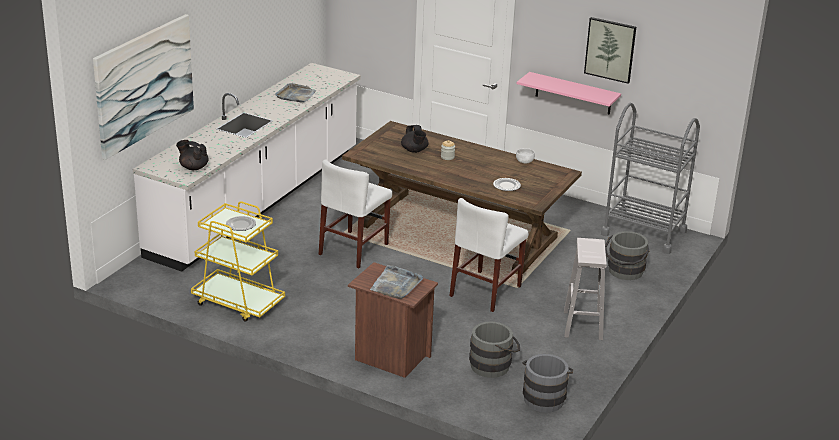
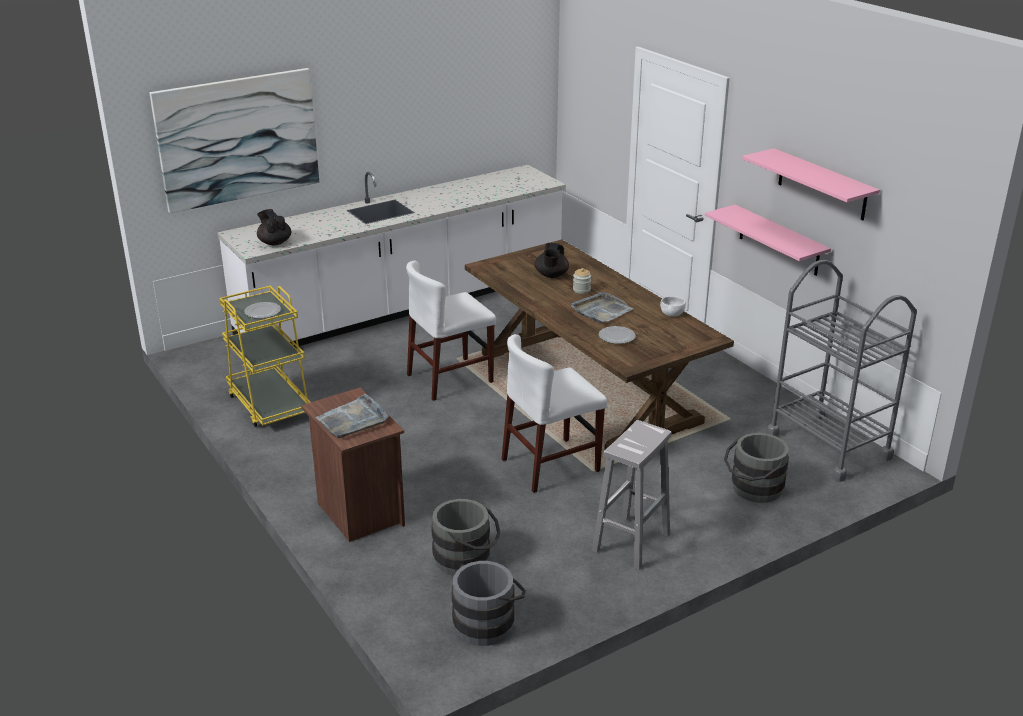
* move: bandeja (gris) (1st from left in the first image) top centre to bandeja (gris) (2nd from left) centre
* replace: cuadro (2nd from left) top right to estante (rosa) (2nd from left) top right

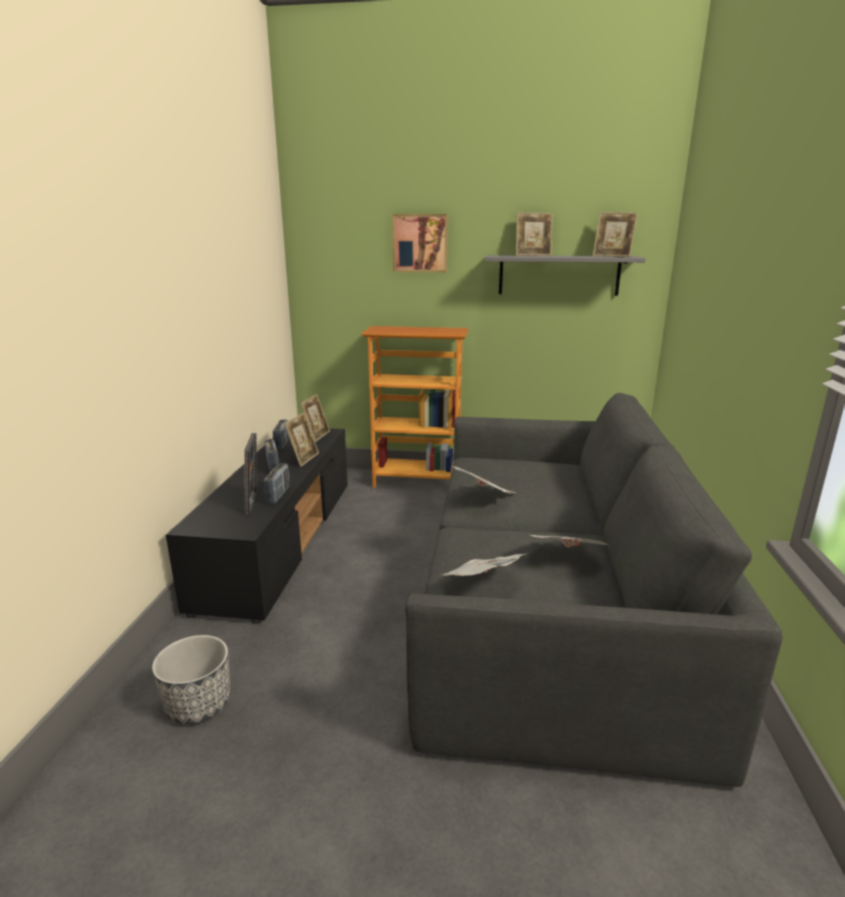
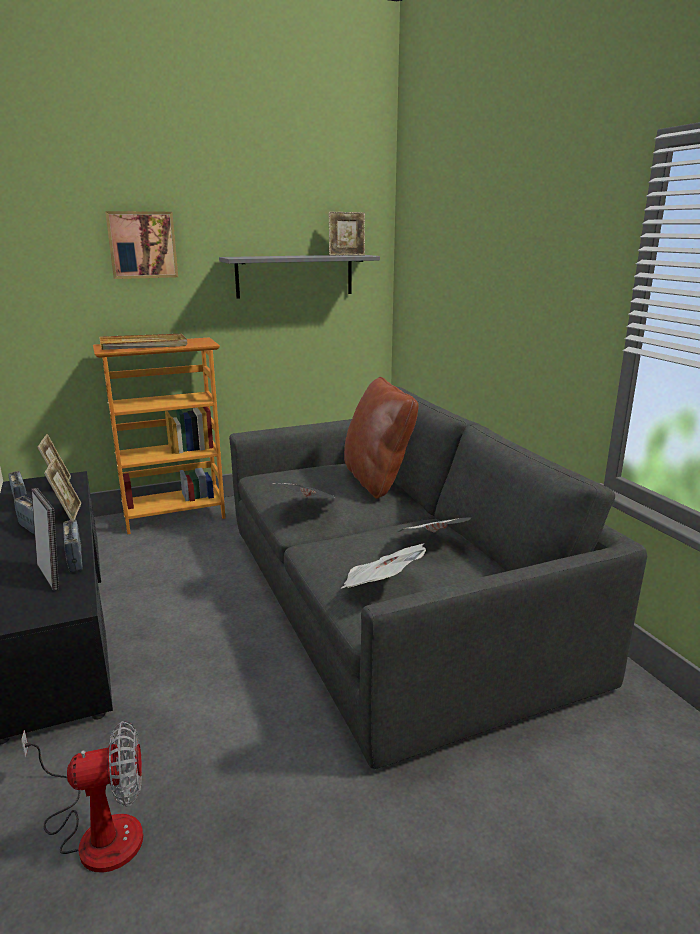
* delete: portarretratos (4th from left) top centre
* insert: bandeja (beis) middle left
* insert: cojín (marrón) centre
* replace: maceta bottom left to ventilador bottom left

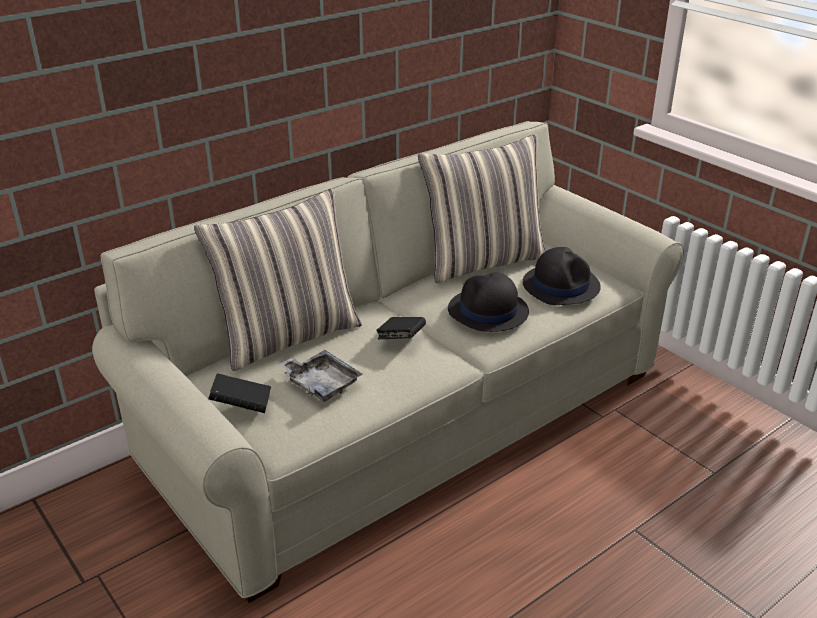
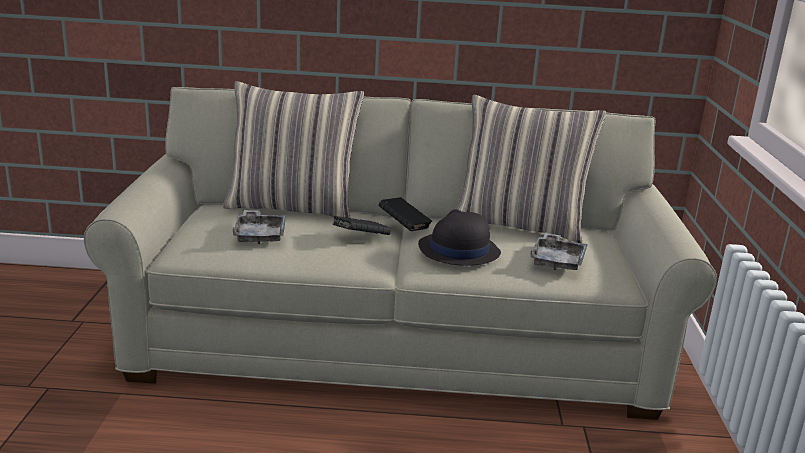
* move: libro (negro) (1st from left in the first image) middle left to libro (negro) (2nd from left) centre
* replace: sombrero (negro) (2nd from left) middle right to bandeja (gris) (2nd from left) middle right

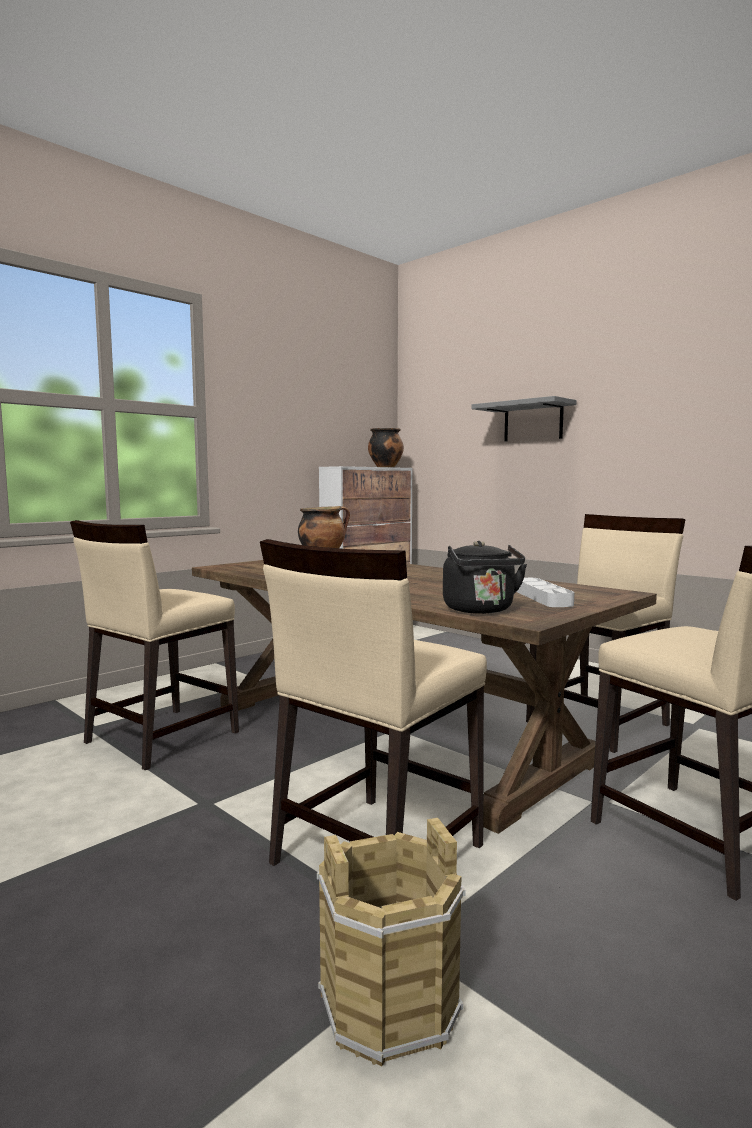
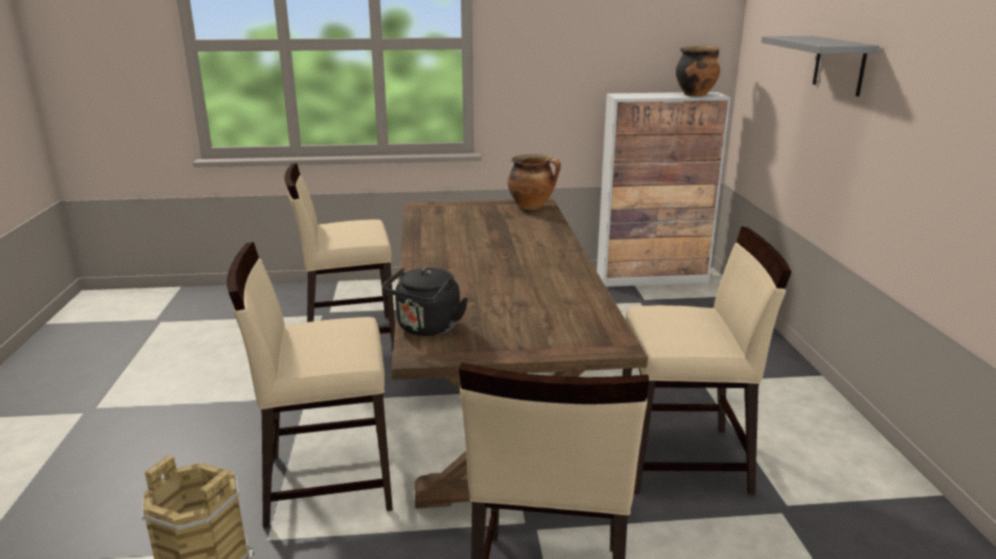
* delete: bandeja (gris) middle right

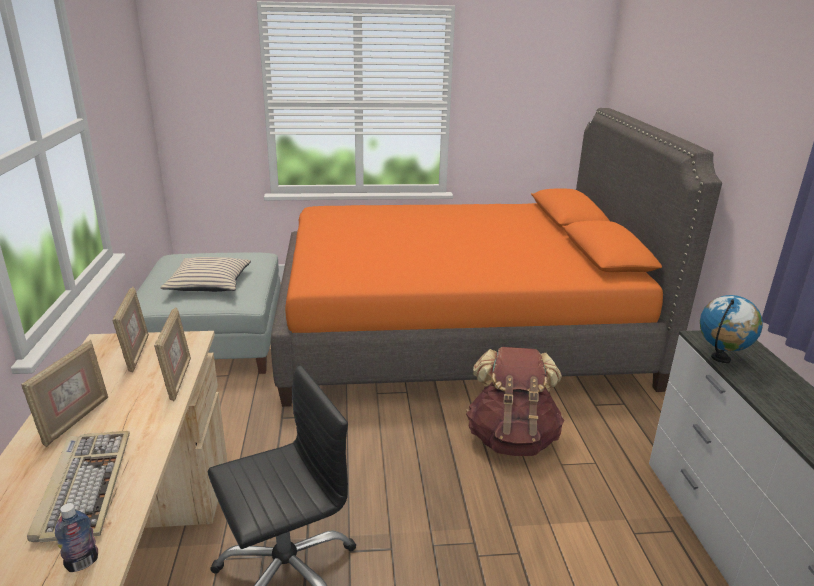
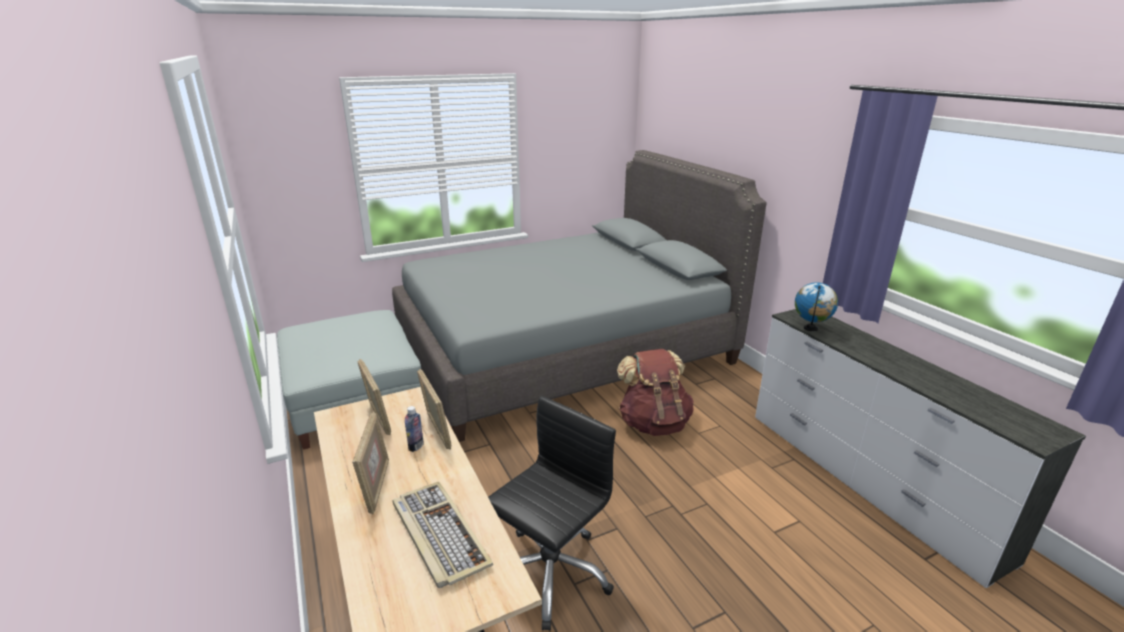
* delete: cojín (beis) middle left
* move: botella bottom left to bottom centre
* recolor: cama (naranja) centre to cama (gris) centre

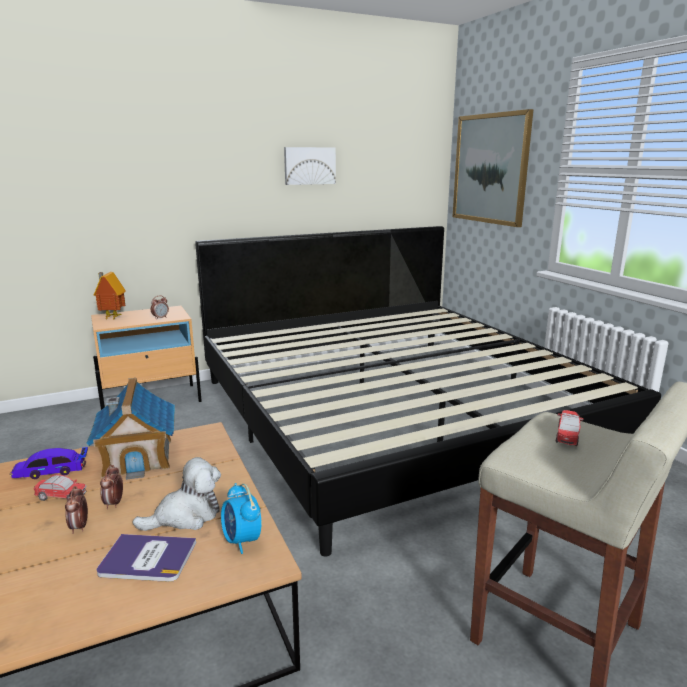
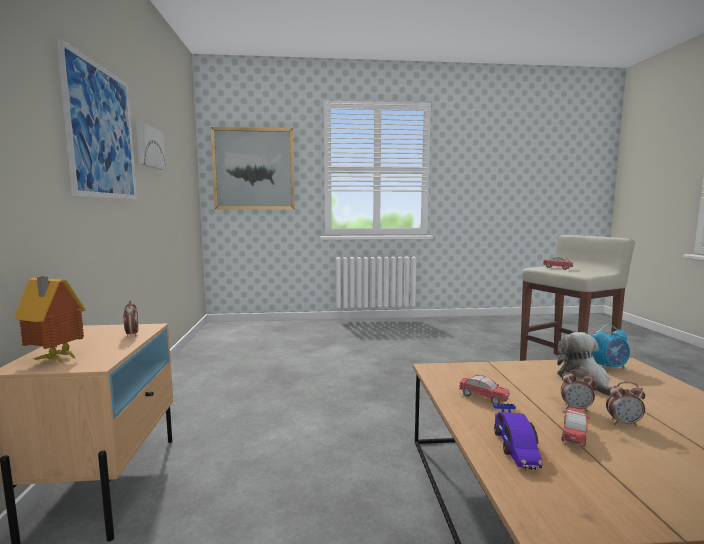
* delete: libro bottom left
* delete: cama centre
* insert: cuadro (1st from left) top left
* replace: casita (2nd from left) middle left to coche de juguete (1st from left) bottom right

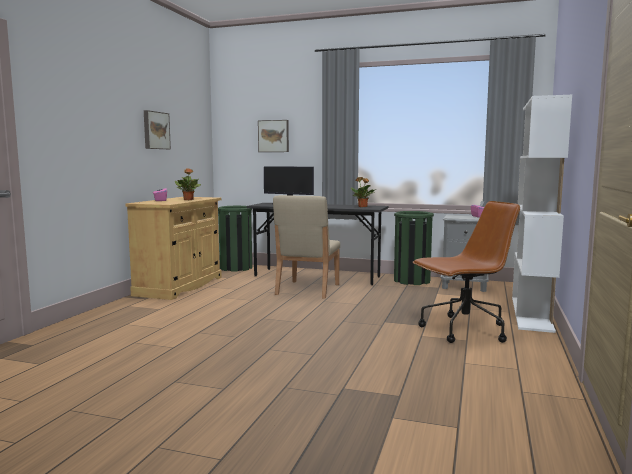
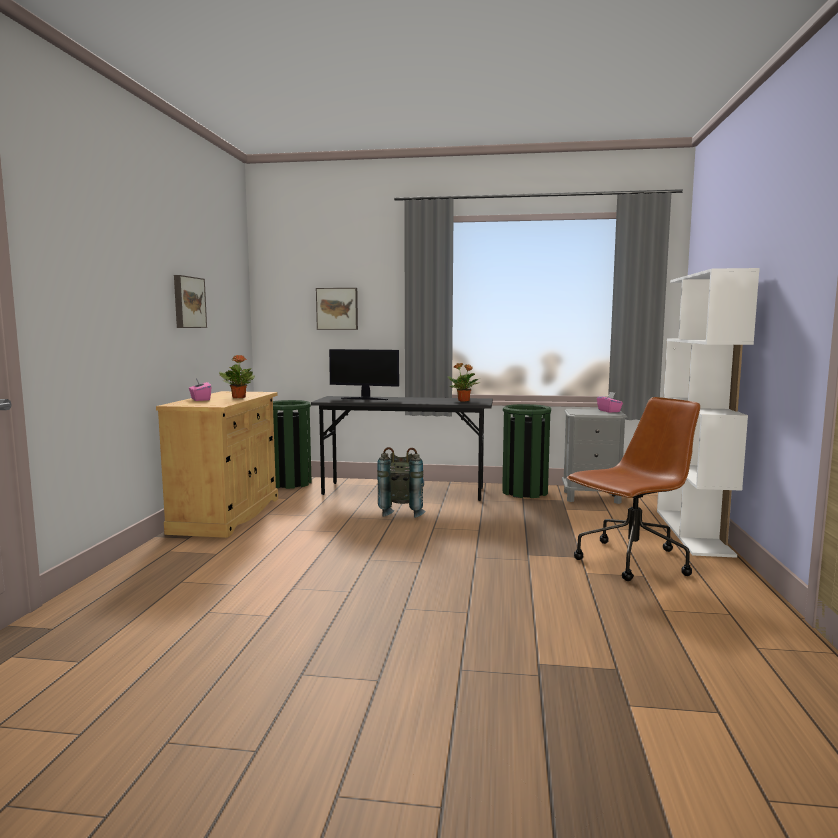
* replace: silla (beis) centre to mochila (gris) centre

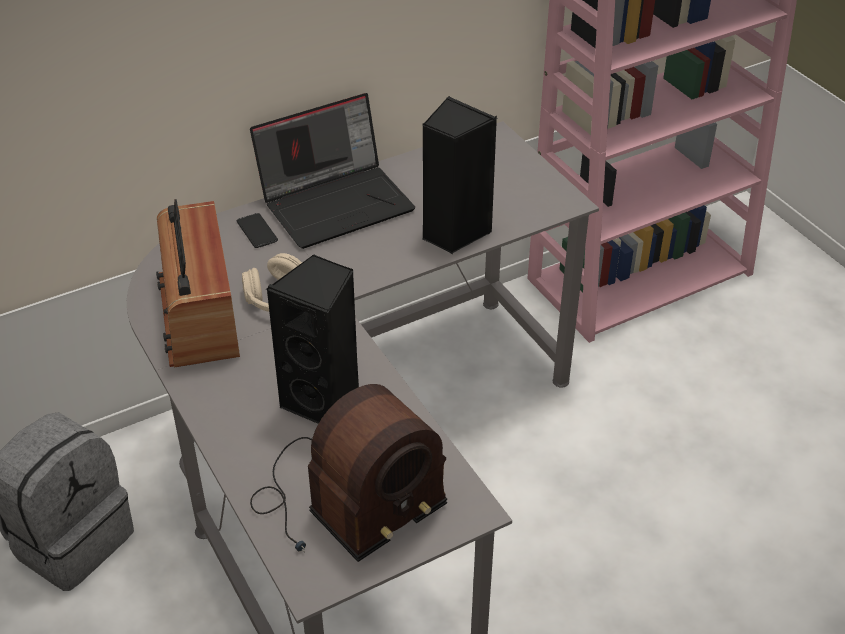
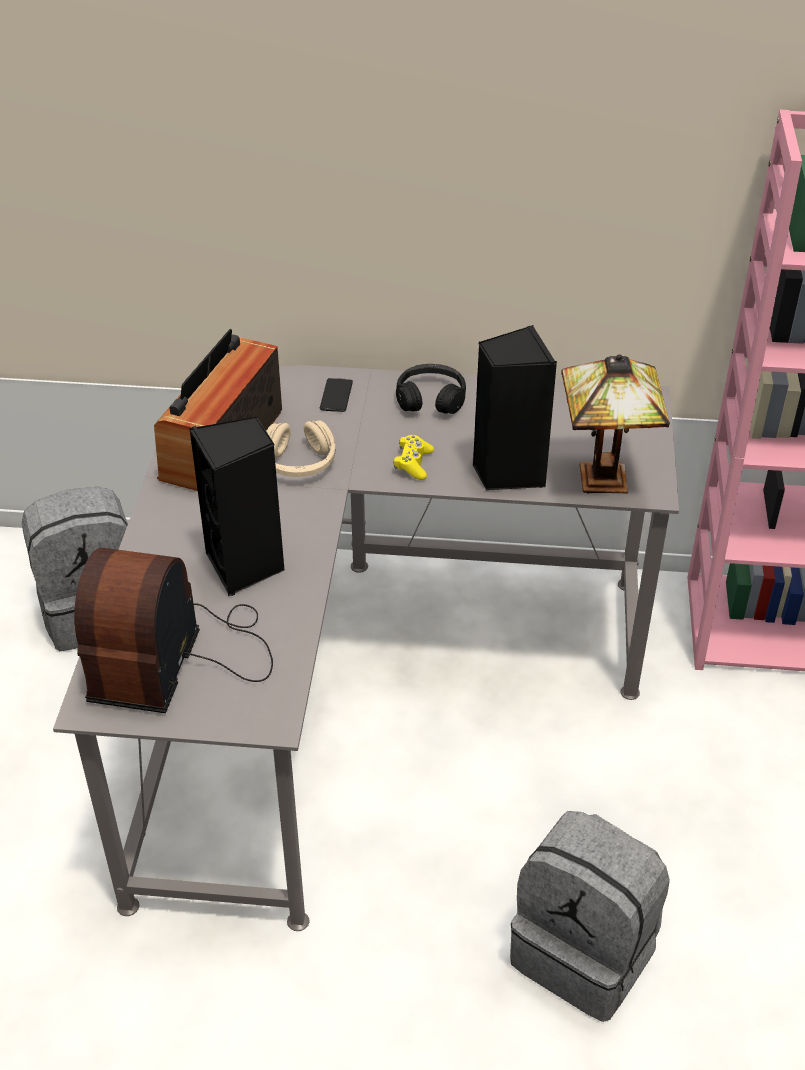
* insert: mando de consola (amarillo) centre
* insert: mochila (gris) (2nd from left) bottom right
* insert: lámpara de mesa middle right
* replace: portátil top centre to auriculares (negro) centre
* rotate: radio (2nd from left in the first image) bottom centre = middle left 105 degrees clockwise

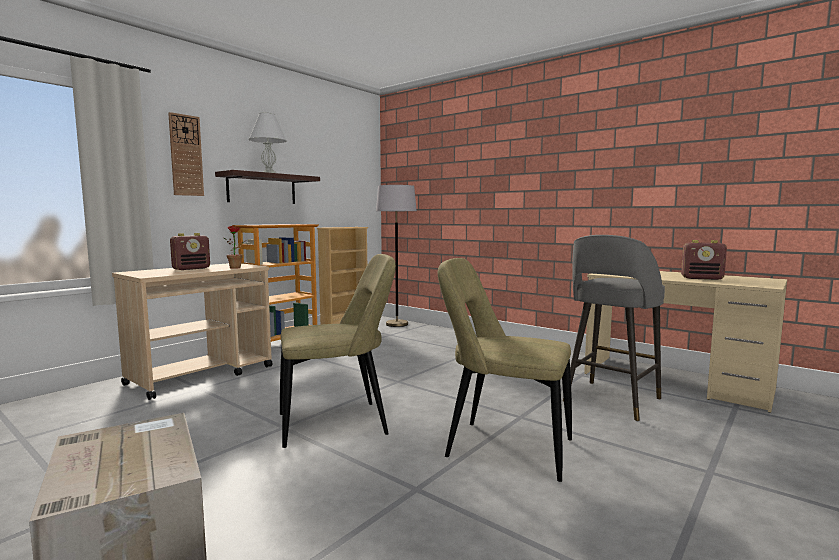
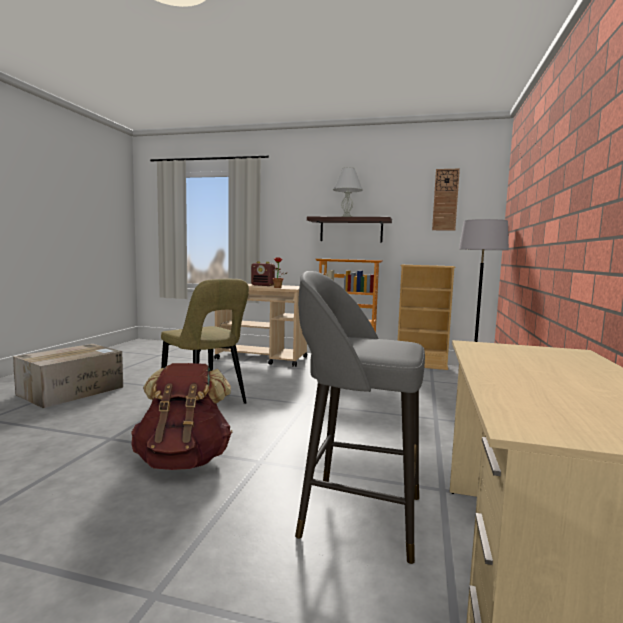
* delete: radio (2nd from left) middle right
* move: reloj de pared top left to top right
* replace: silla (beis) (2nd from left) centre to mochila (marrón) bottom left

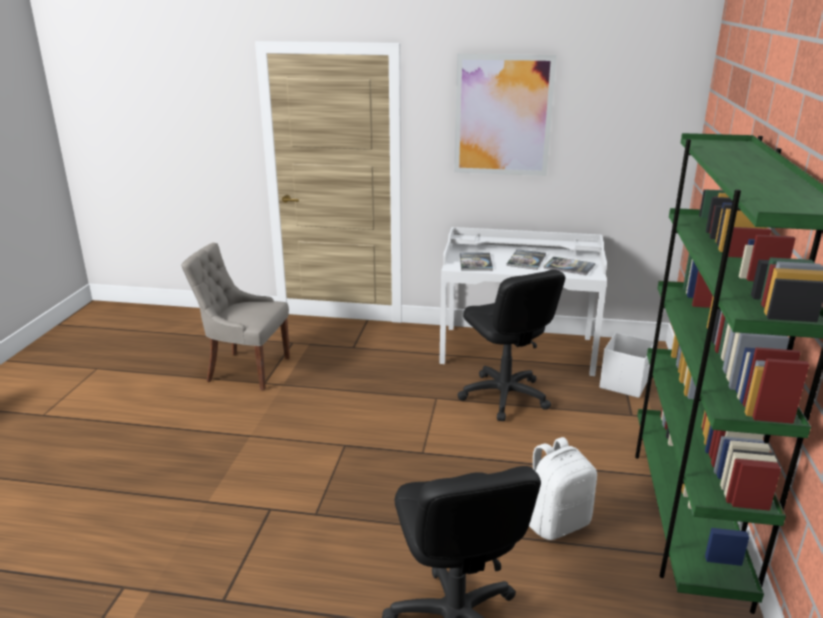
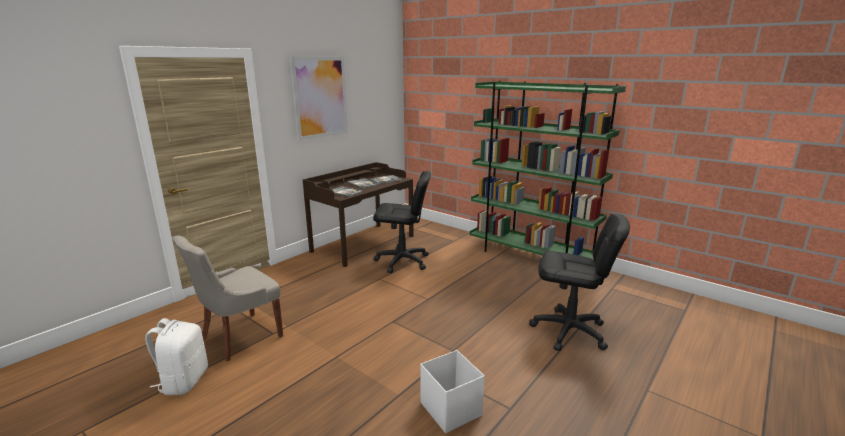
* move: mochila (blanco) bottom right to bottom left
* move: caja de almacenaje (blanco) middle right to bottom centre
* recolor: escritorio (blanco) centre to escritorio (marrón) centre

